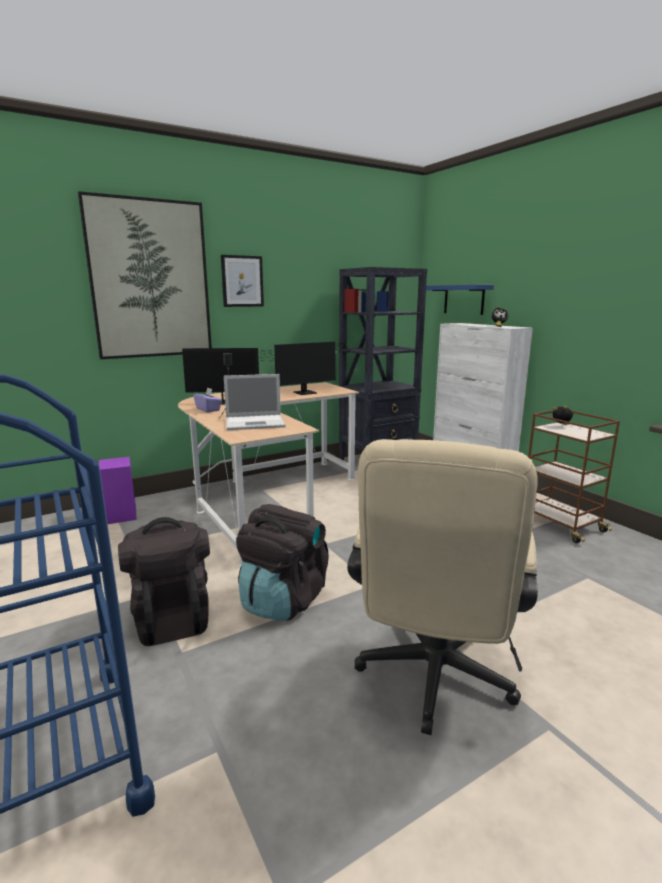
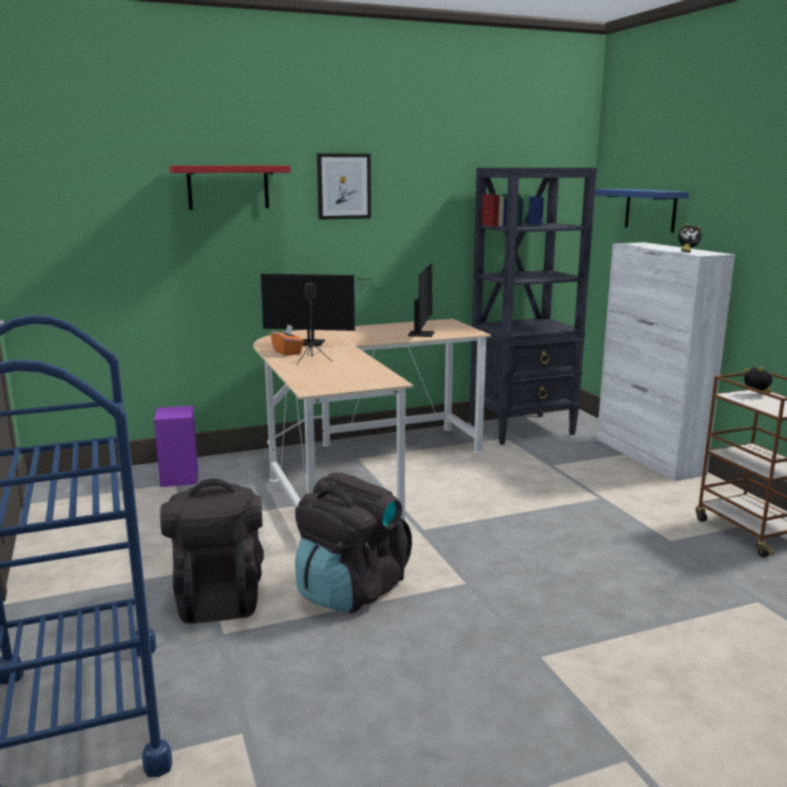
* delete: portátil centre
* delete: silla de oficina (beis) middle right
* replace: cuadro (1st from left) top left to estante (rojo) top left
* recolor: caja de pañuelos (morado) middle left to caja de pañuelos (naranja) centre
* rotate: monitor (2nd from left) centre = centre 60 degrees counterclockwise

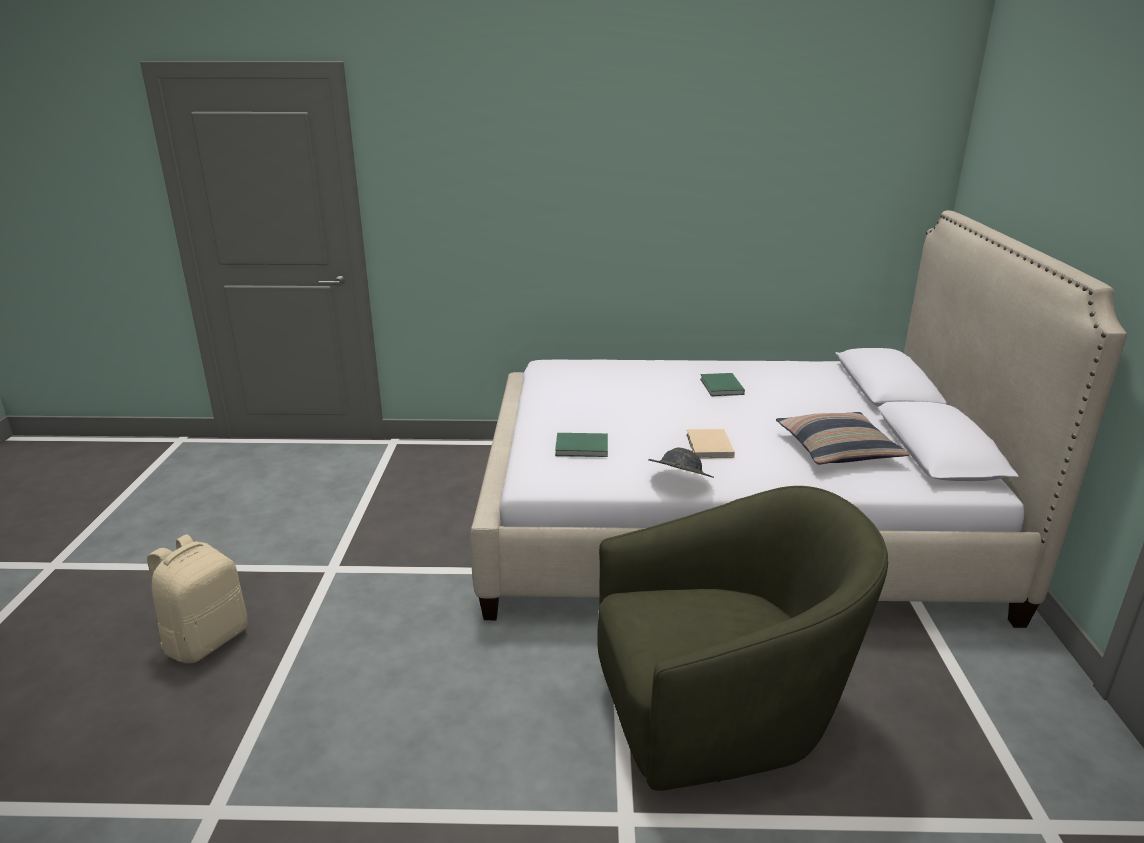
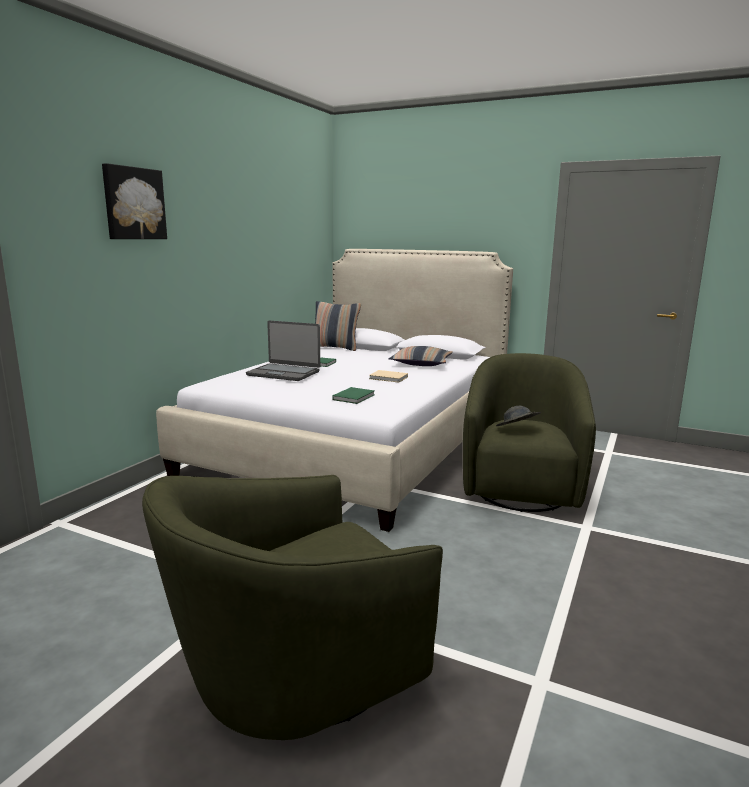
* insert: cuadro top left
* insert: portátil centre
* insert: cojín (1st from left) centre
* move: sombrero (gris) centre to middle right
* replace: mochila (beis) bottom left to sillón (verde) (1st from left) bottom centre

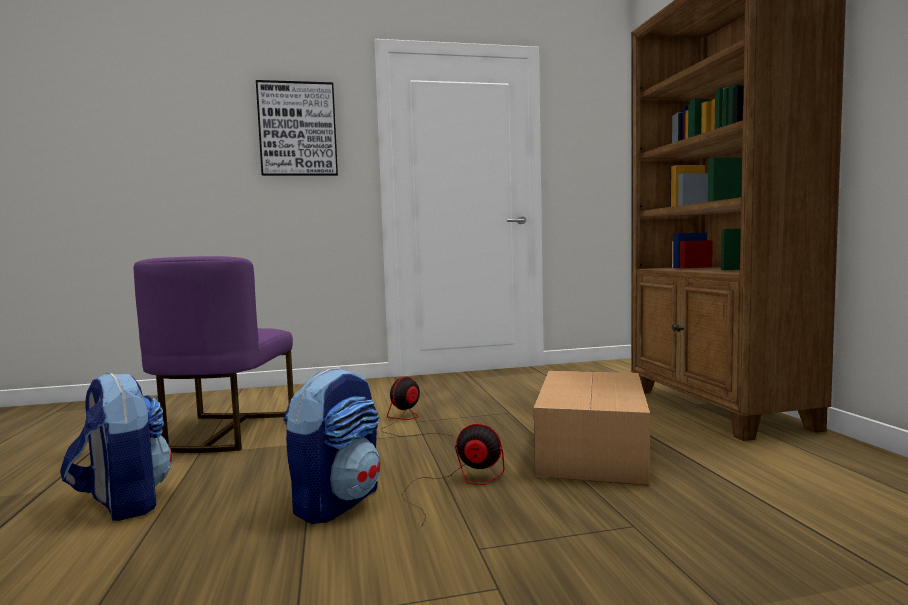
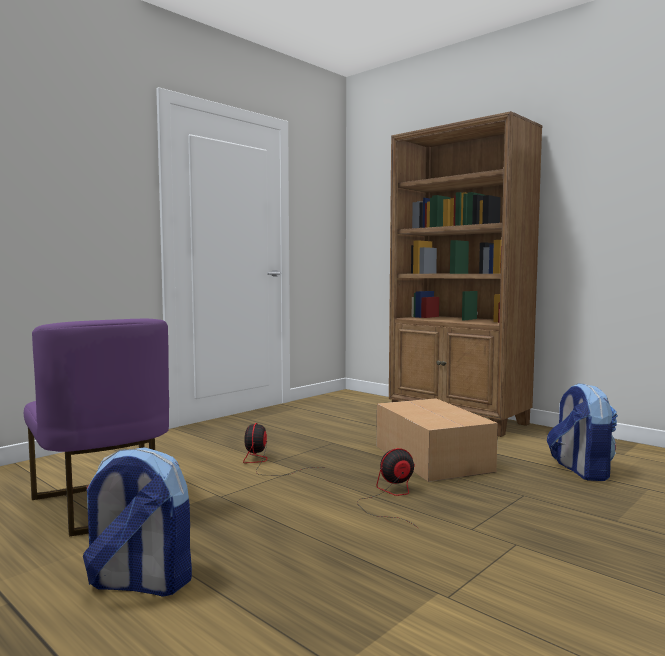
* delete: cuadro top left
* move: mochila (2nd from left) bottom centre to middle right

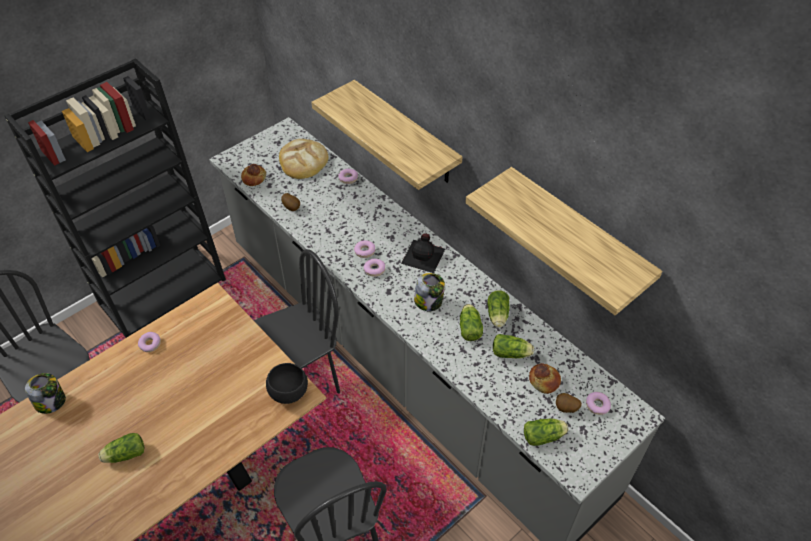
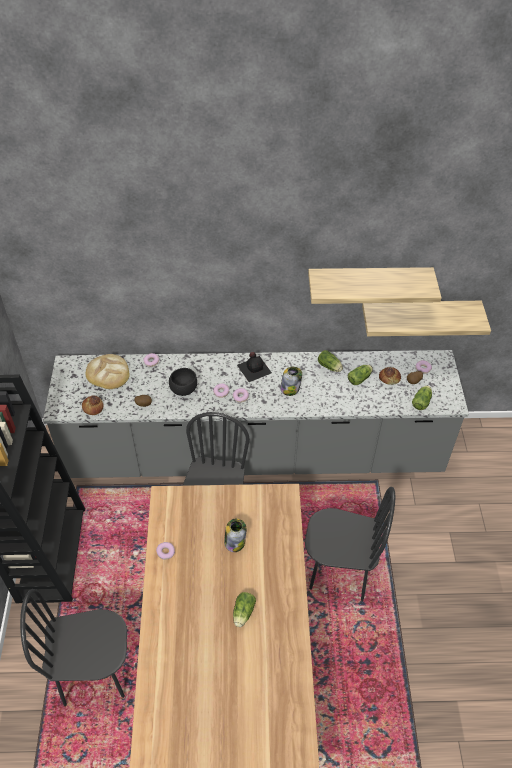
* delete: lechuga (2nd from left) centre
* move: tarro (1st from left) bottom left to bottom centre
* move: cuenco (negro) bottom centre to centre
* move: estante (1st from left in the first image) top centre to estante (2nd from left) middle right

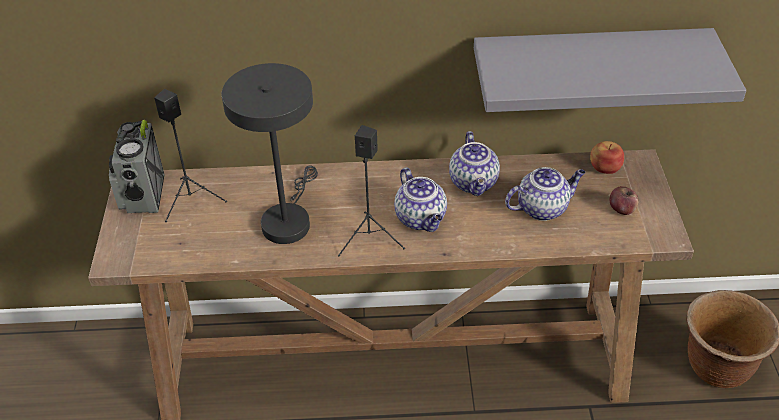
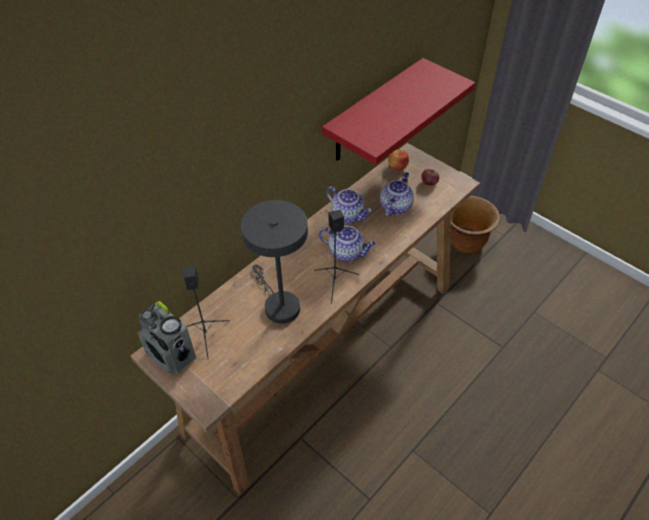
* recolor: estante (gris) top right to estante (rojo) top centre

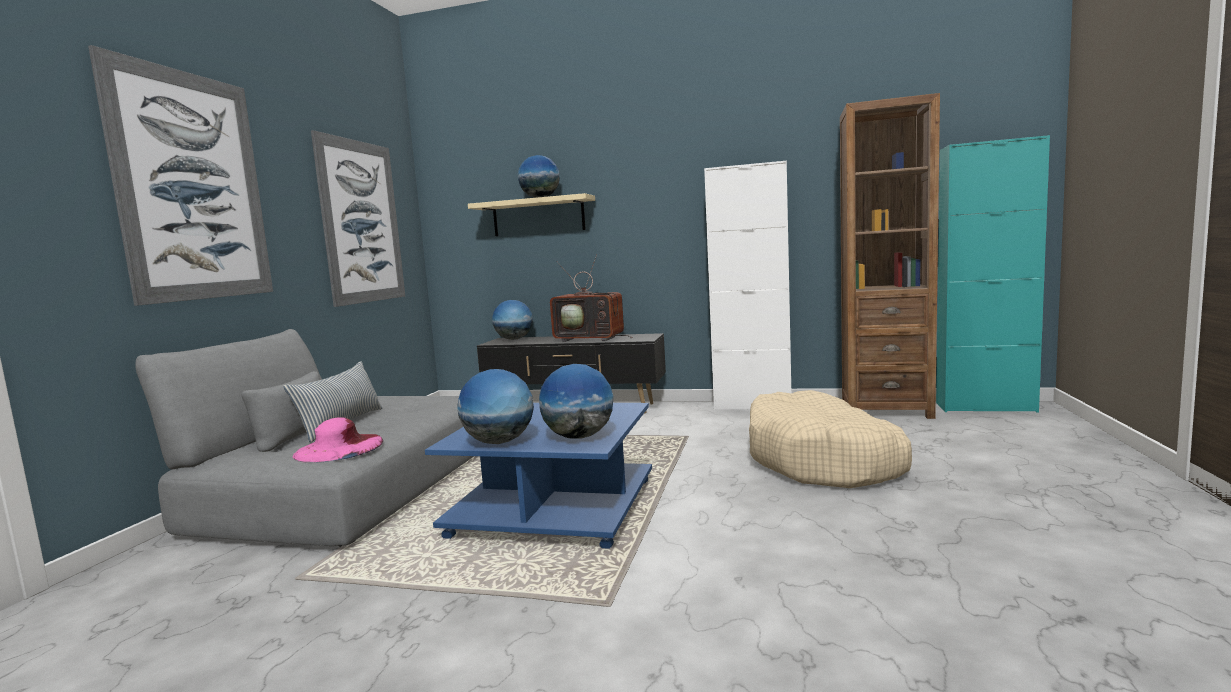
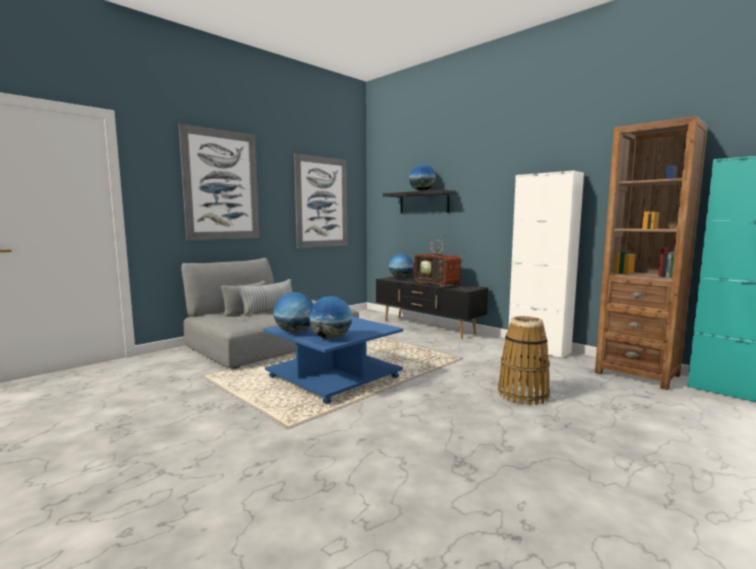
* delete: sombrero (rosa) middle left
* replace: cama para perro (beis) middle right to cesta middle right
* recolor: estante (beis) top centre to estante (negro) centre

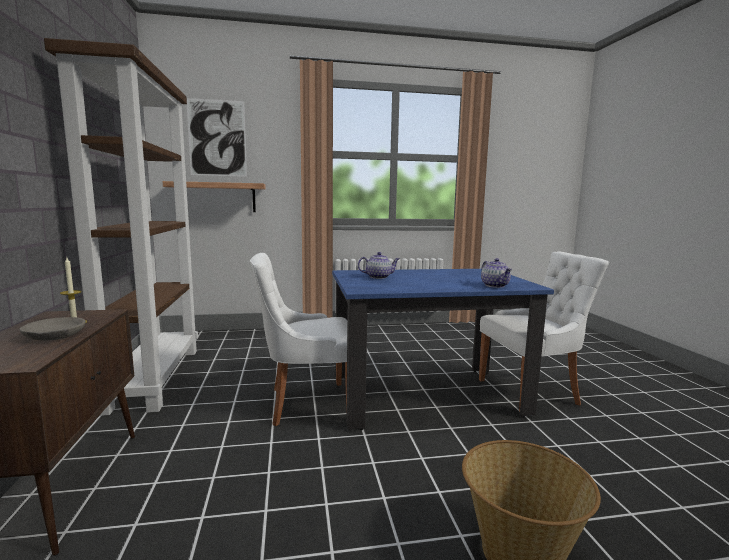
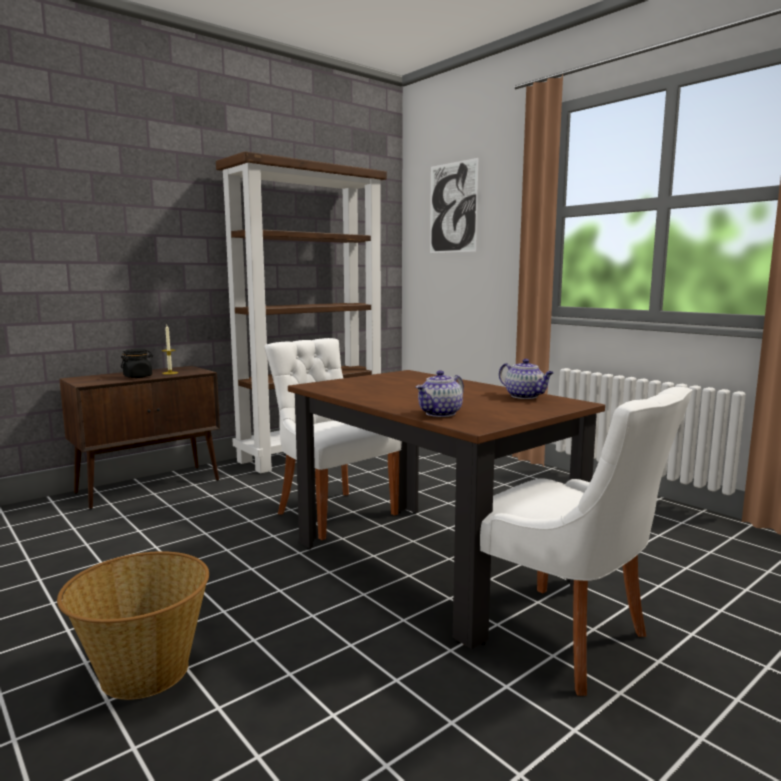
* delete: estante middle left
* move: tetera (1st from left in the first image) centre to tetera (2nd from left) middle right
* replace: cuenco (gris) middle left to tarro (negro) middle left
* recolor: mesa de comedor (azul) centre to mesa de comedor (marrón) centre

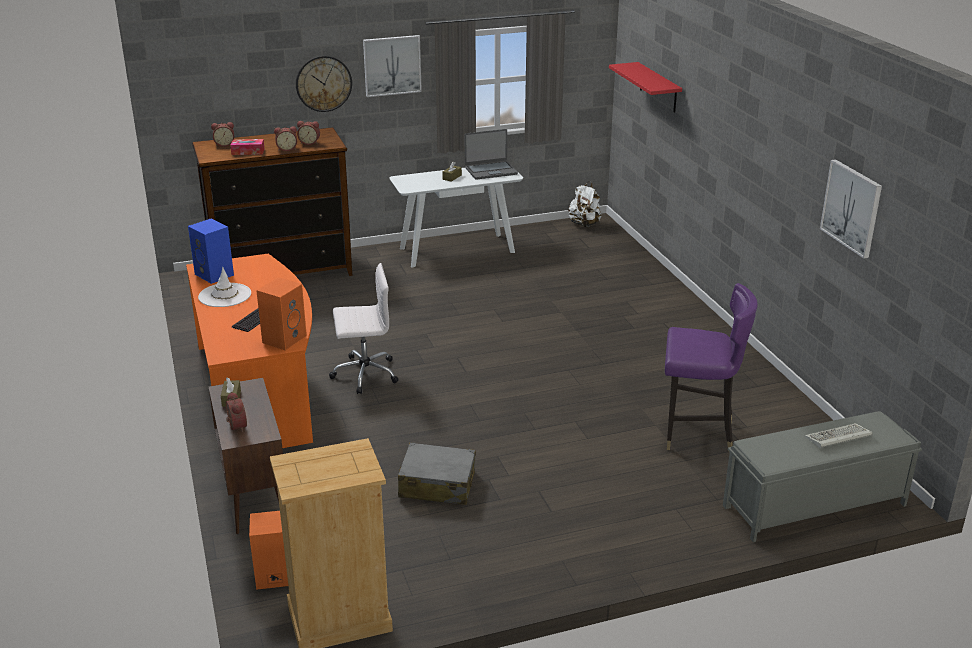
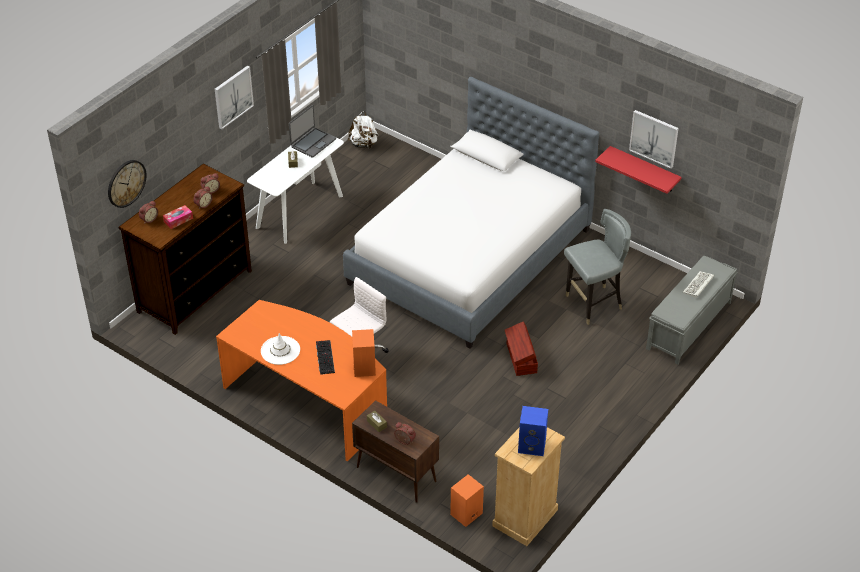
* delete: maleta (gris) bottom centre
* insert: cama centre
* insert: caja de almacenaje (marrón) centre
* move: altavoz (azul) middle left to bottom centre
* move: reloj de pared top centre to top left
* move: estante (rojo) top centre to top right
* recolor: silla (morado) middle right to silla (gris) middle right

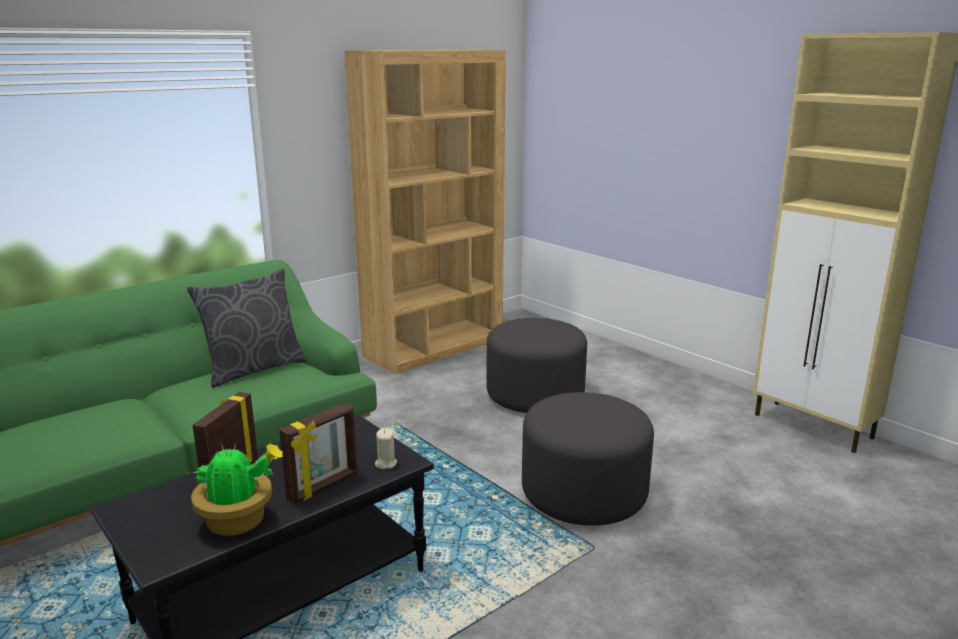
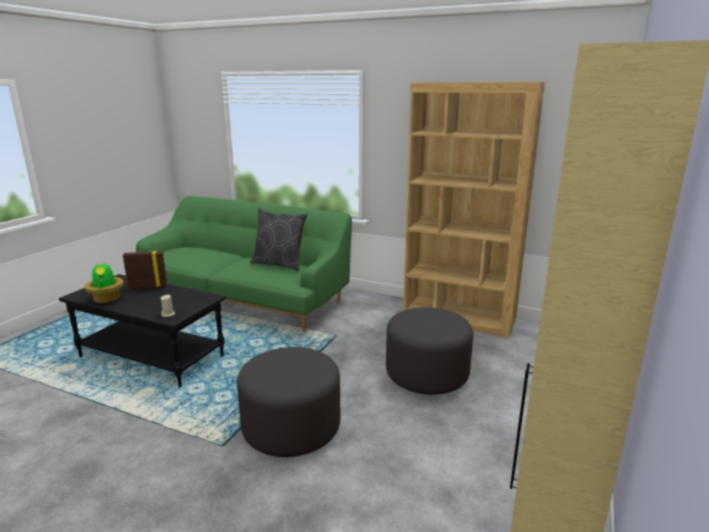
* delete: portarretratos (2nd from left) bottom left

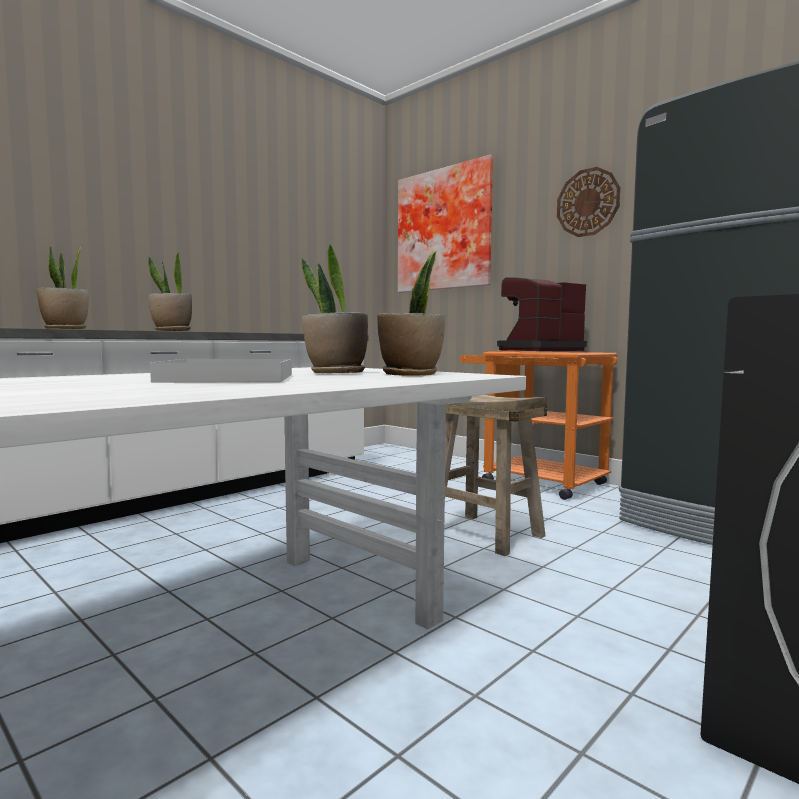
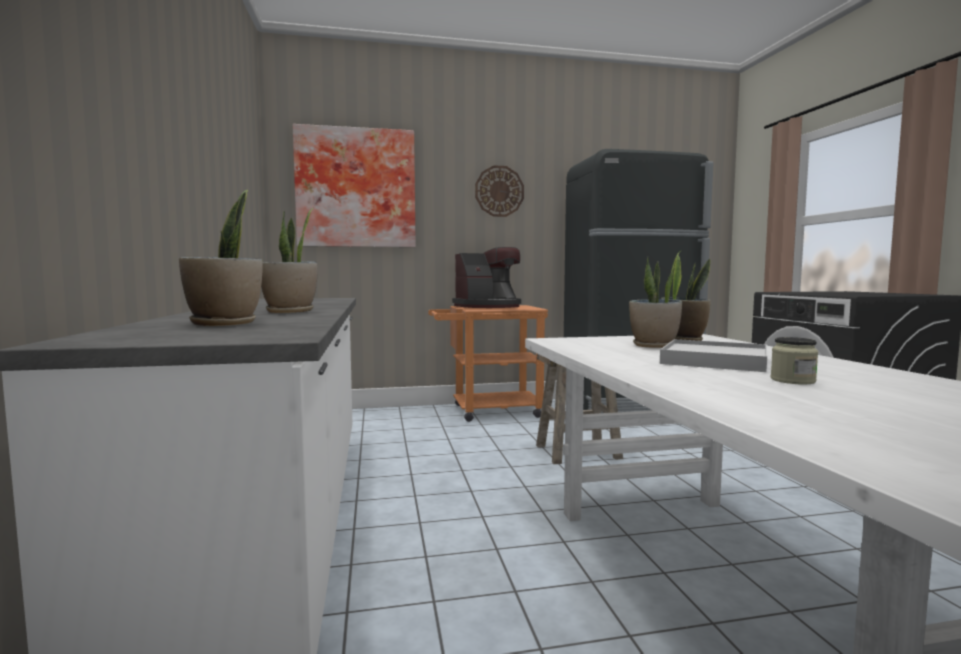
* insert: tarro middle right
* rotate: cafetera middle right = centre 120 degrees counterclockwise

